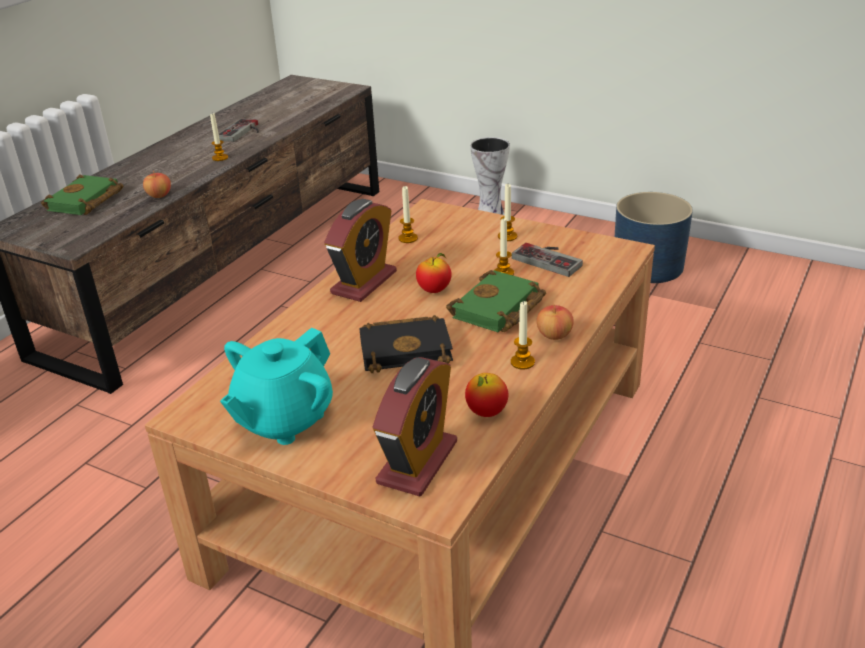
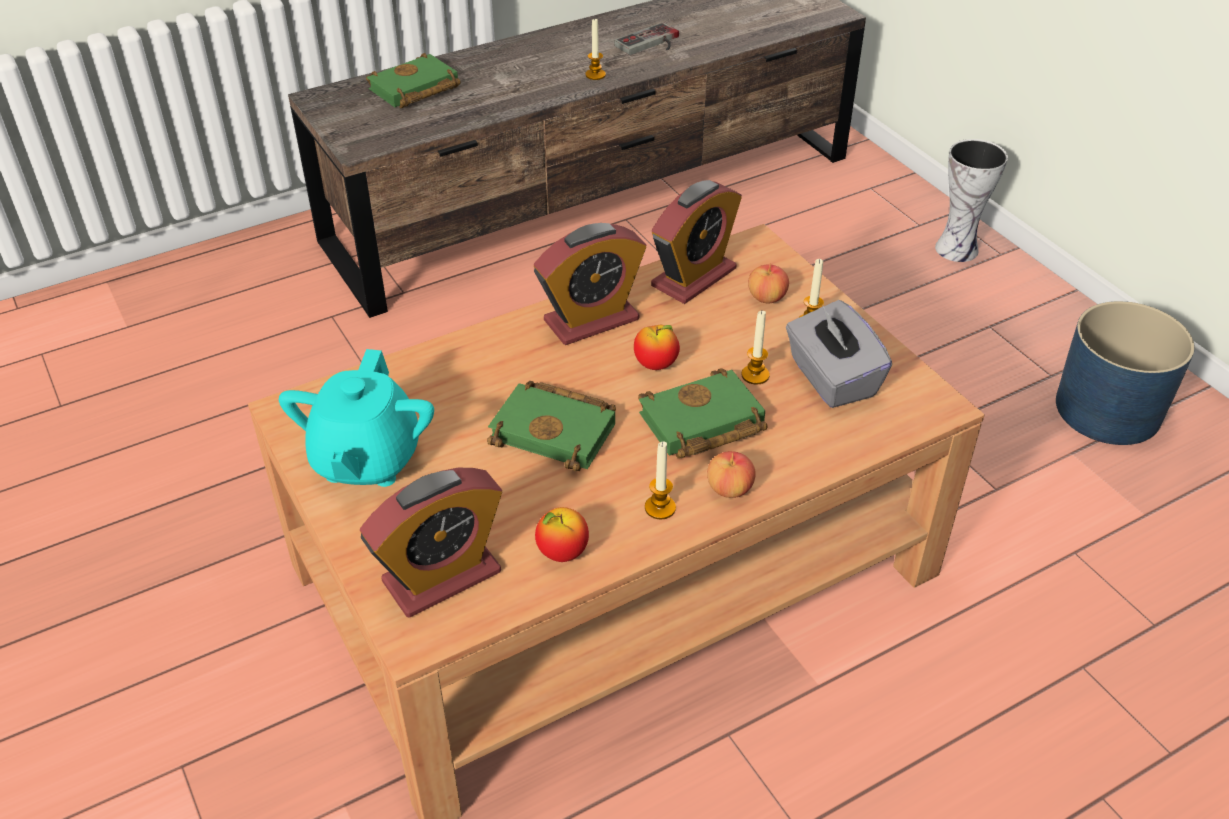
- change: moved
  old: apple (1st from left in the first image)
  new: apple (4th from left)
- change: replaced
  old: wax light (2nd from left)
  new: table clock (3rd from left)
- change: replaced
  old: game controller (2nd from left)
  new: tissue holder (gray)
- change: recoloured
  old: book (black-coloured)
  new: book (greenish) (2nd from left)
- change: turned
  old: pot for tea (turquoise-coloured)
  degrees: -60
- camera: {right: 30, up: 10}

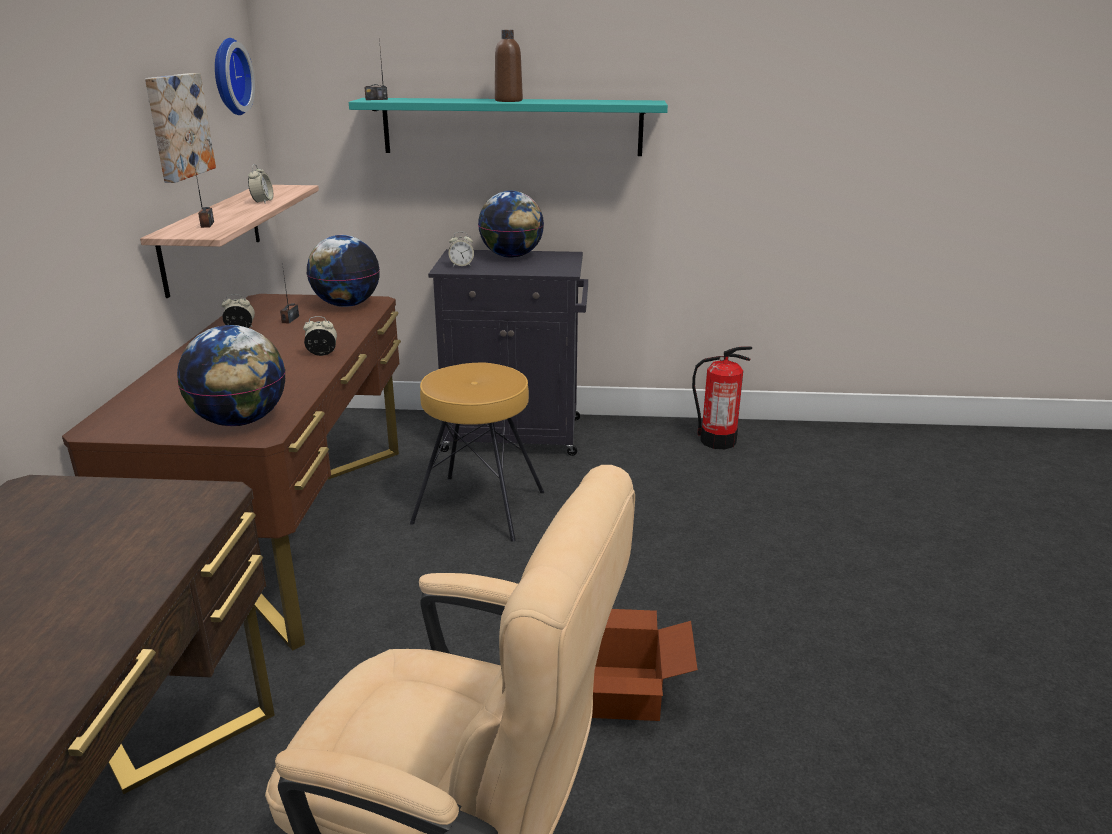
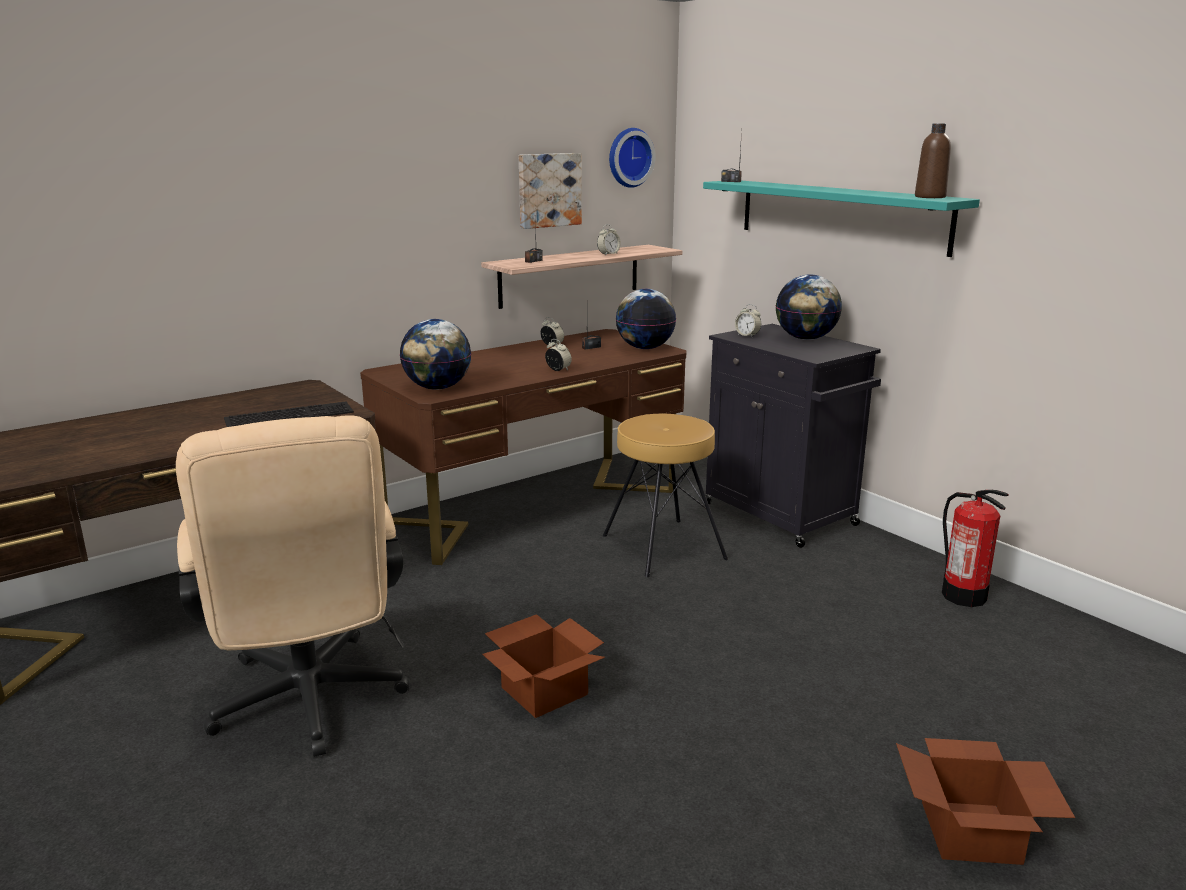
- change: moved
  old: drink bottle (brownish)
- change: added
  new: computer keyboard
- change: added
  new: packing box (2nd from left)
- camera: {right: 50, up: -5}

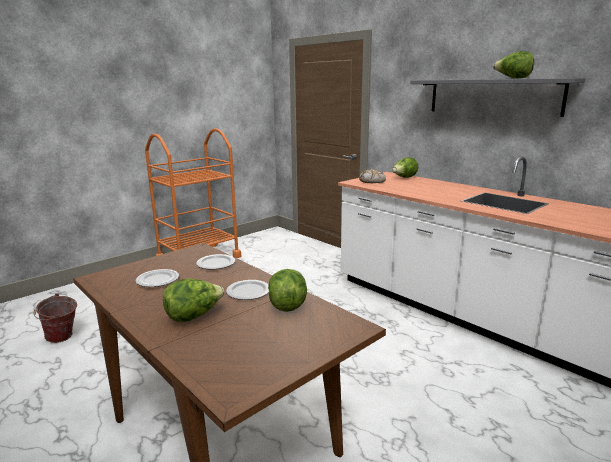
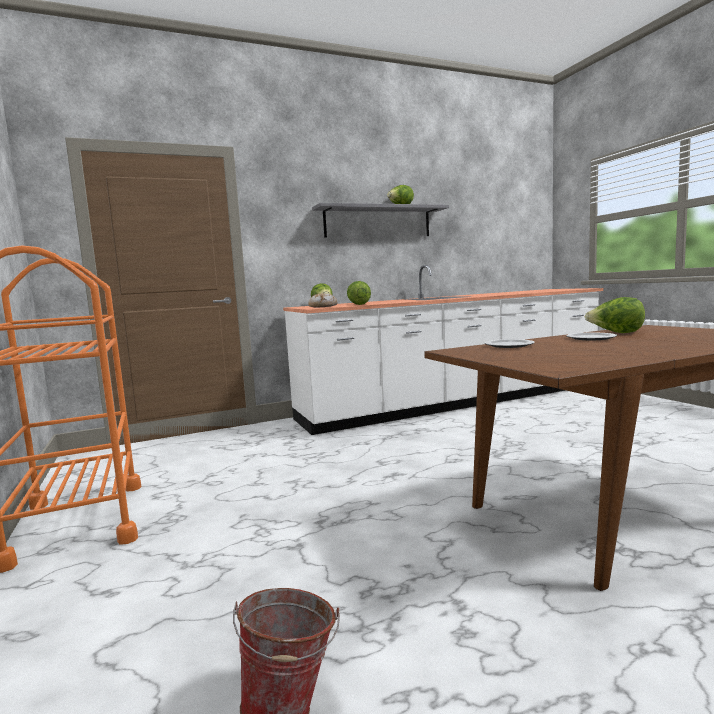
- change: removed
  old: dinner plate (1st from left)
- change: moved
  old: lettuce (1st from left in the first image)
  new: lettuce (2nd from left)
- camera: {right: -70, up: -10}

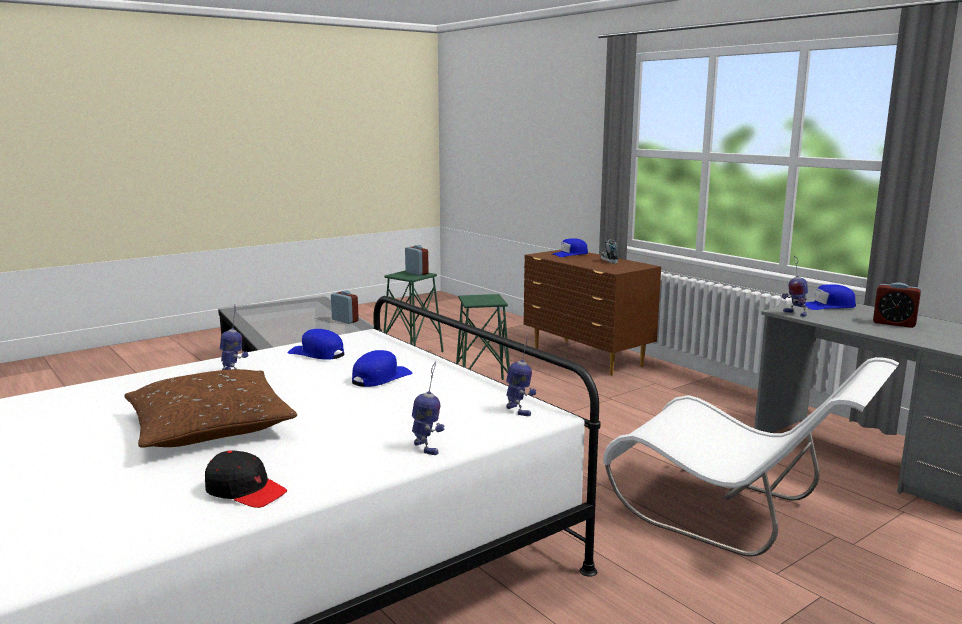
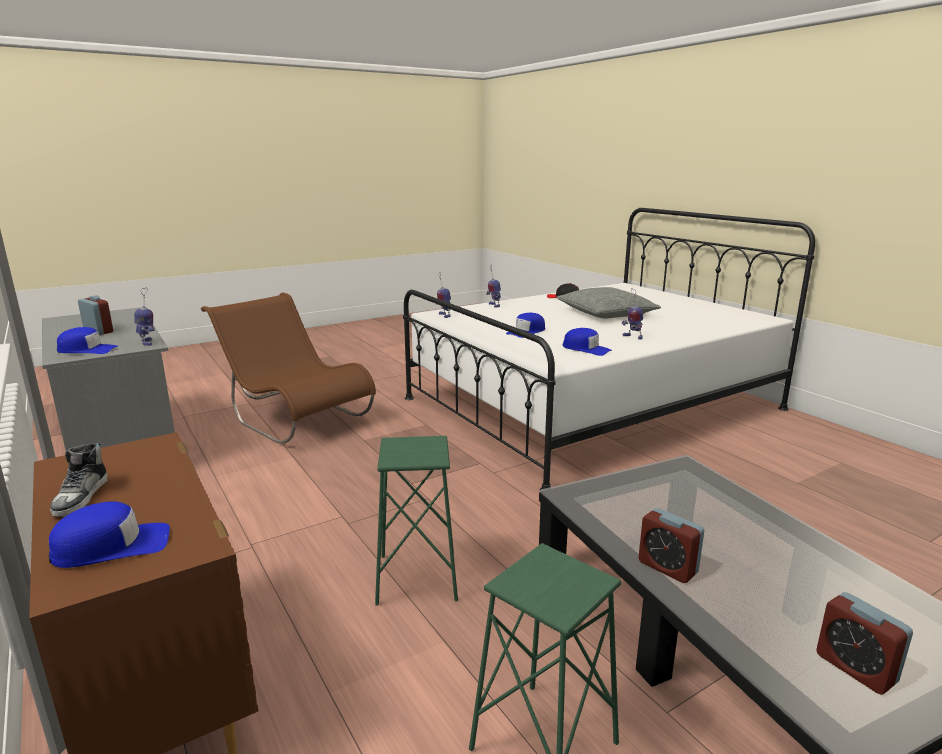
- change: moved
  old: table clock (2nd from left in the first image)
  new: table clock (3rd from left)
- change: recoloured
  old: plain chair (white-coloured)
  new: plain chair (brownish)
- change: recoloured
  old: cushion (brownish)
  new: cushion (gray)
- camera: {right: -175, up: 5}

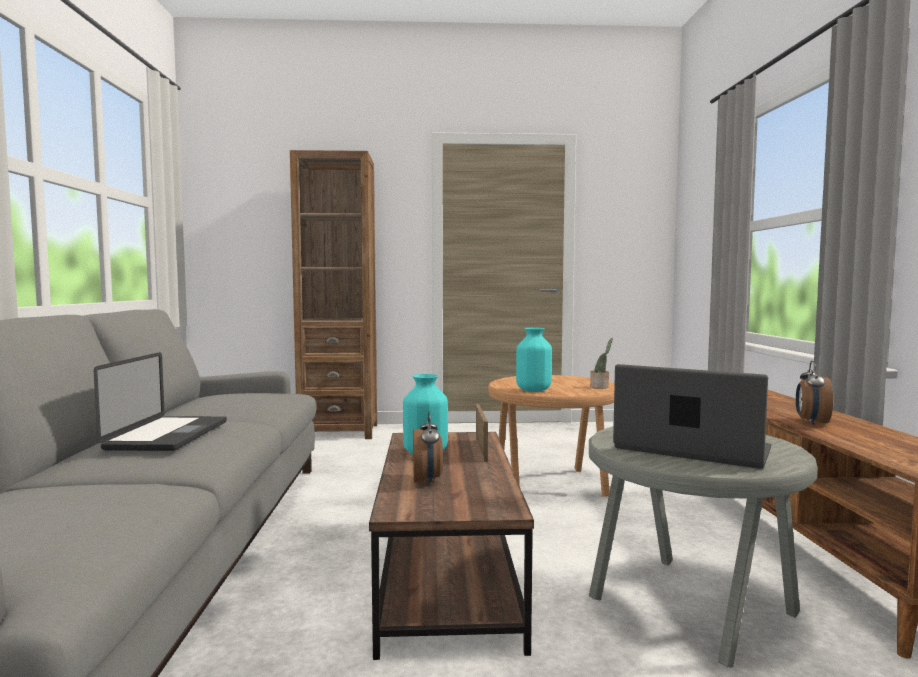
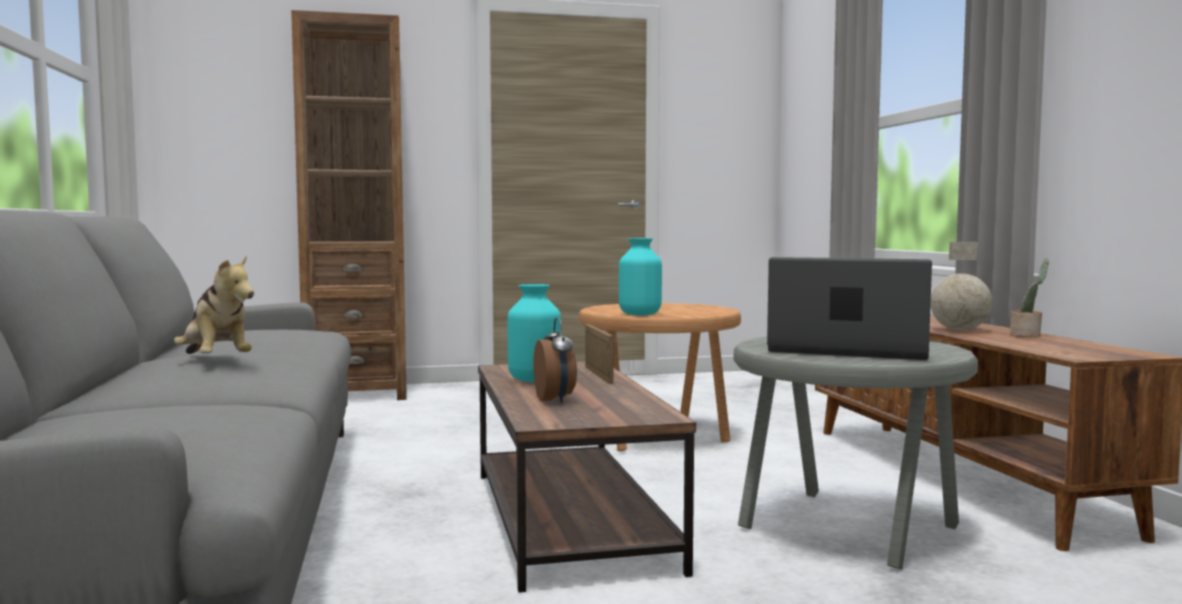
- change: moved
  old: houseplant
- change: replaced
  old: laptop (1st from left)
  new: soft toy
- change: replaced
  old: table clock (2nd from left)
  new: globe
- camera: {right: -10, up: 0}

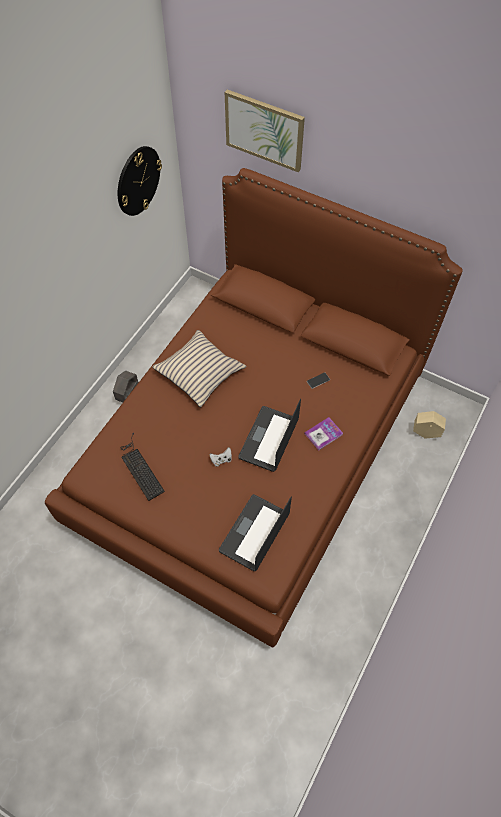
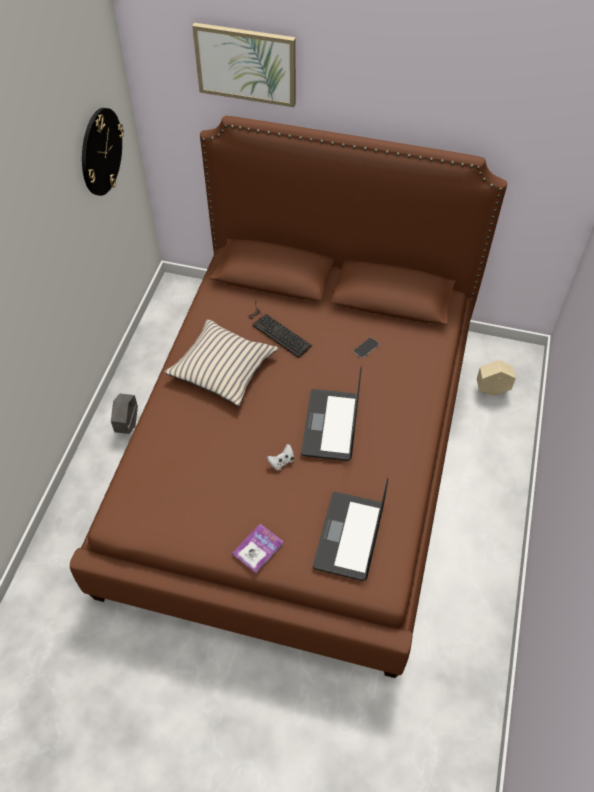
- change: moved
  old: book
- change: moved
  old: computer keyboard
- camera: {right: -15, up: -5}

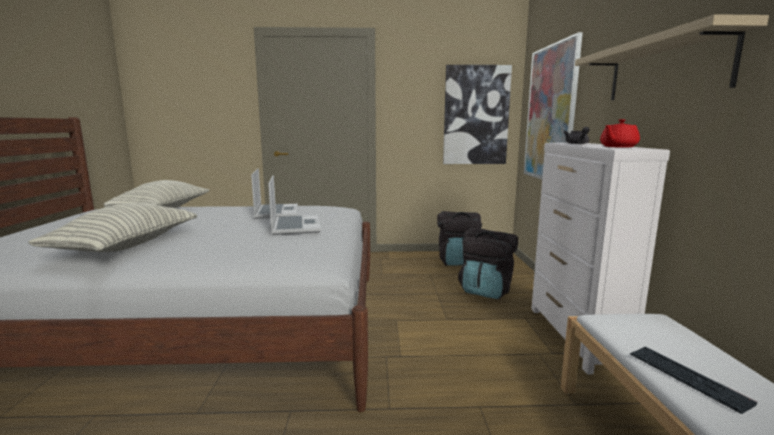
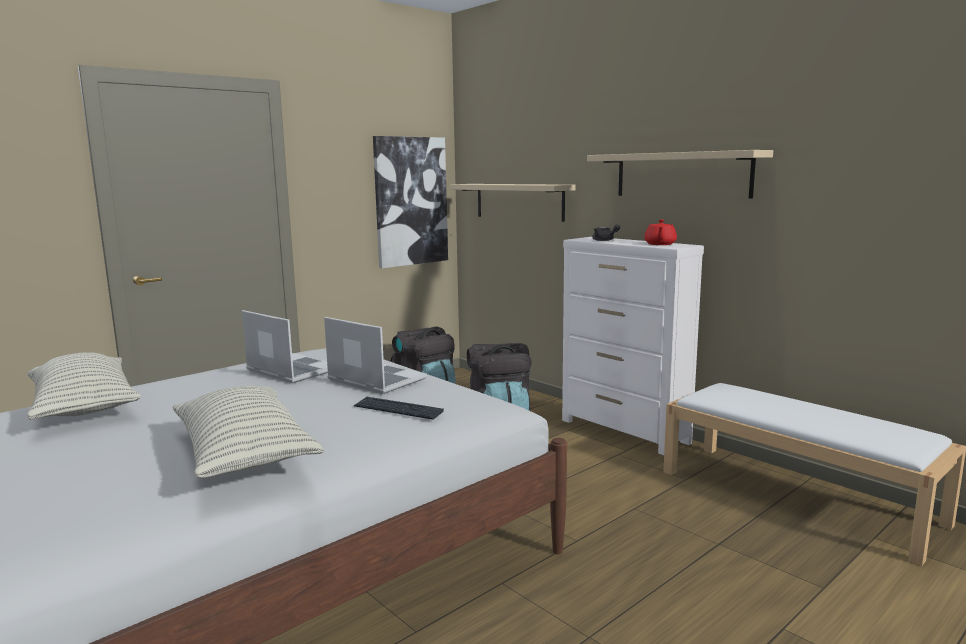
- change: replaced
  old: wall art (2nd from left)
  new: bracket shelf (sand-coloured) (1st from left)
- change: moved
  old: computer keyboard
- camera: {right: -40, up: 0}

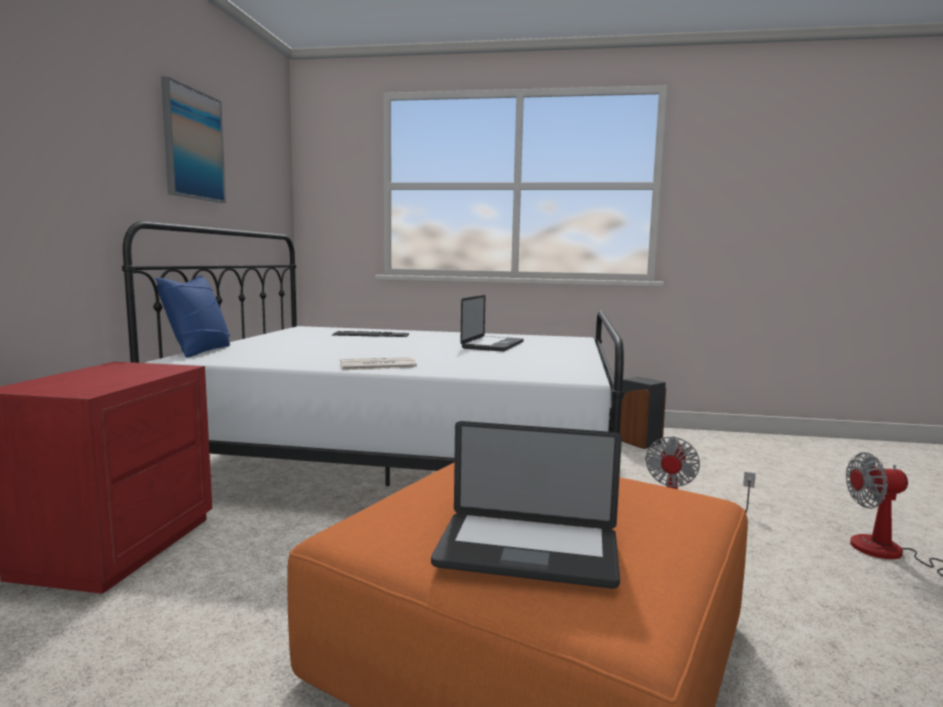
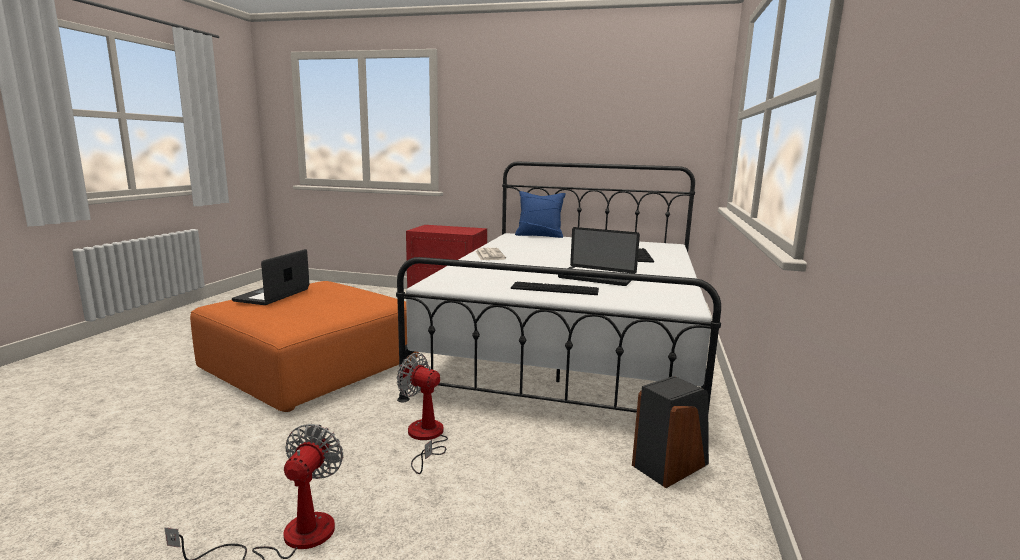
- change: removed
  old: wall art
- change: added
  new: computer keyboard (1st from left)
- camera: {right: 95, up: 5}

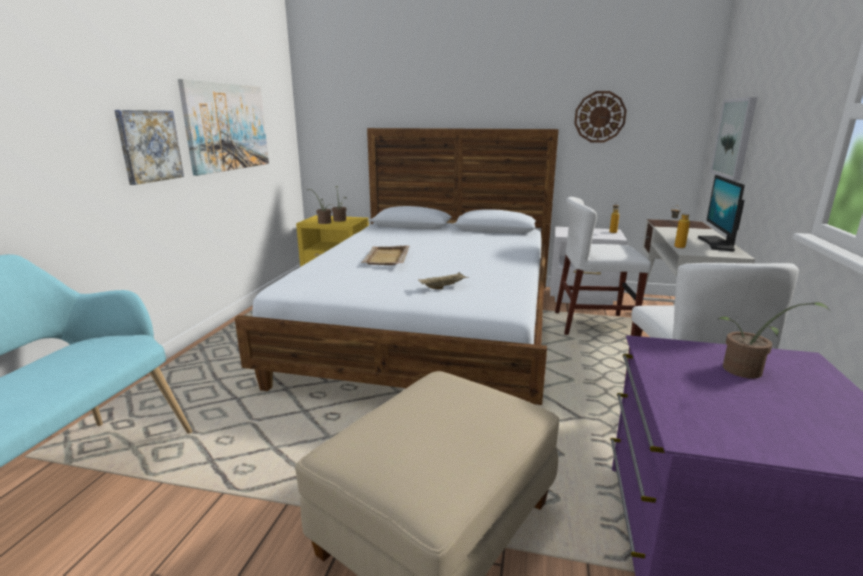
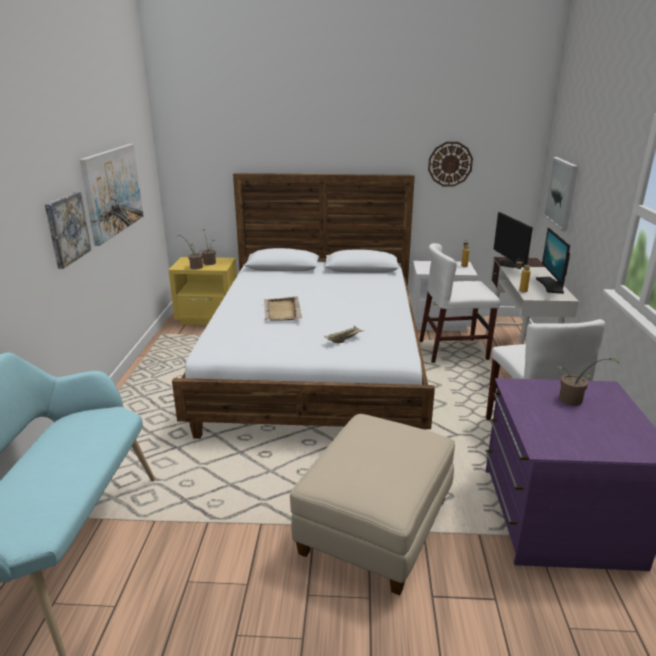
- change: added
  new: computer screen (1st from left)
- camera: {right: -10, up: 5}

